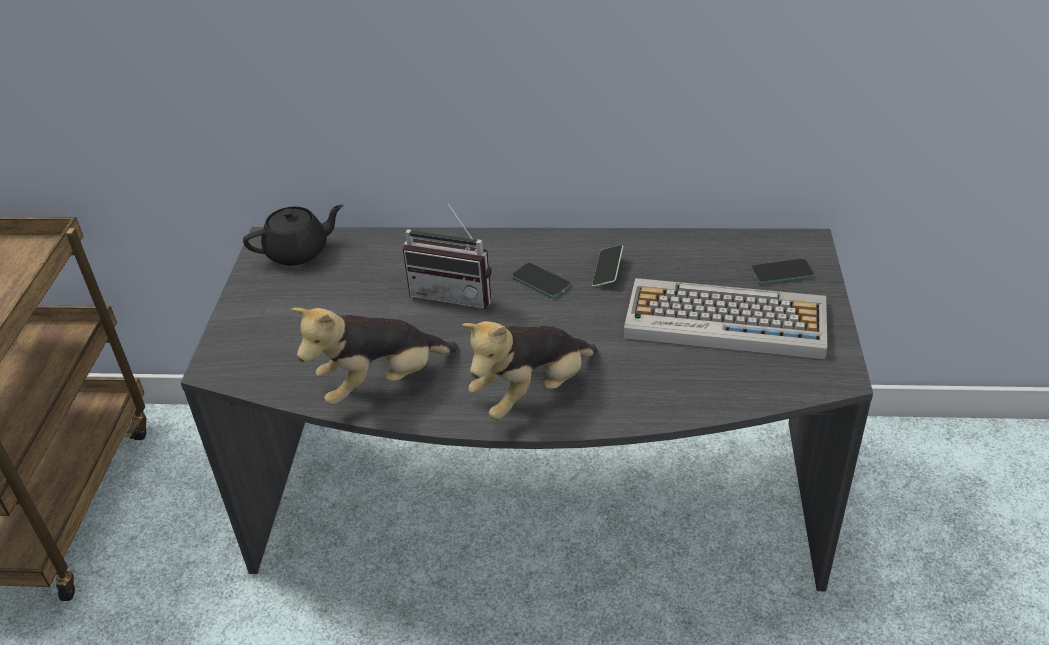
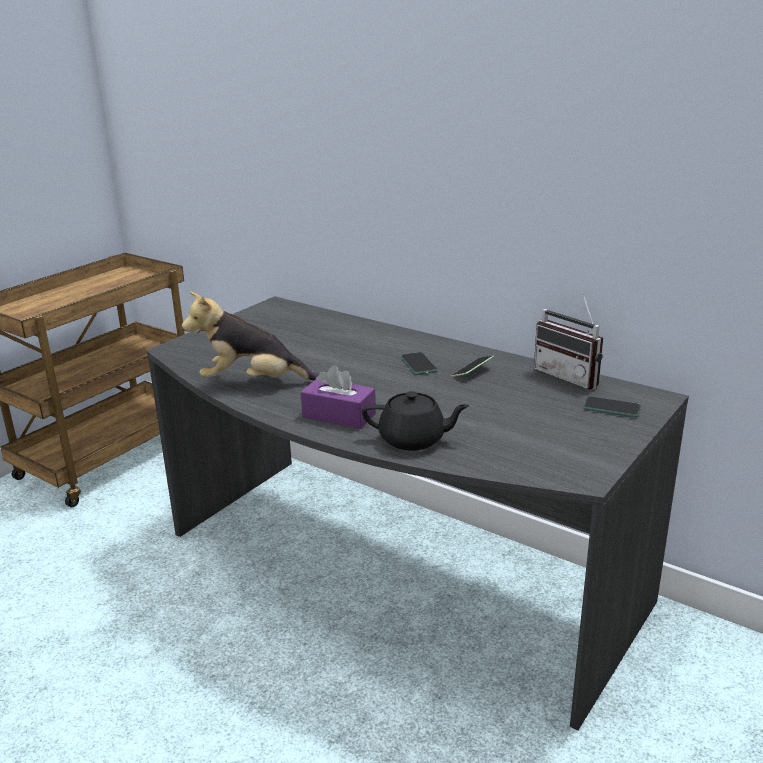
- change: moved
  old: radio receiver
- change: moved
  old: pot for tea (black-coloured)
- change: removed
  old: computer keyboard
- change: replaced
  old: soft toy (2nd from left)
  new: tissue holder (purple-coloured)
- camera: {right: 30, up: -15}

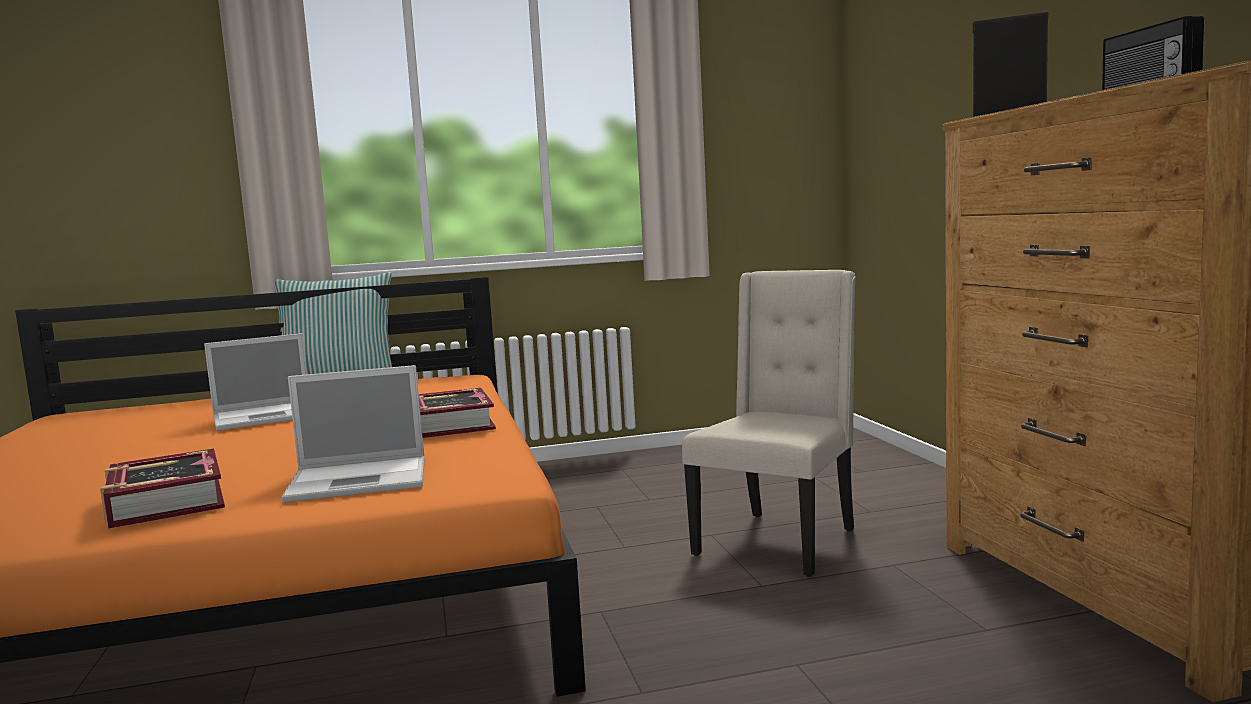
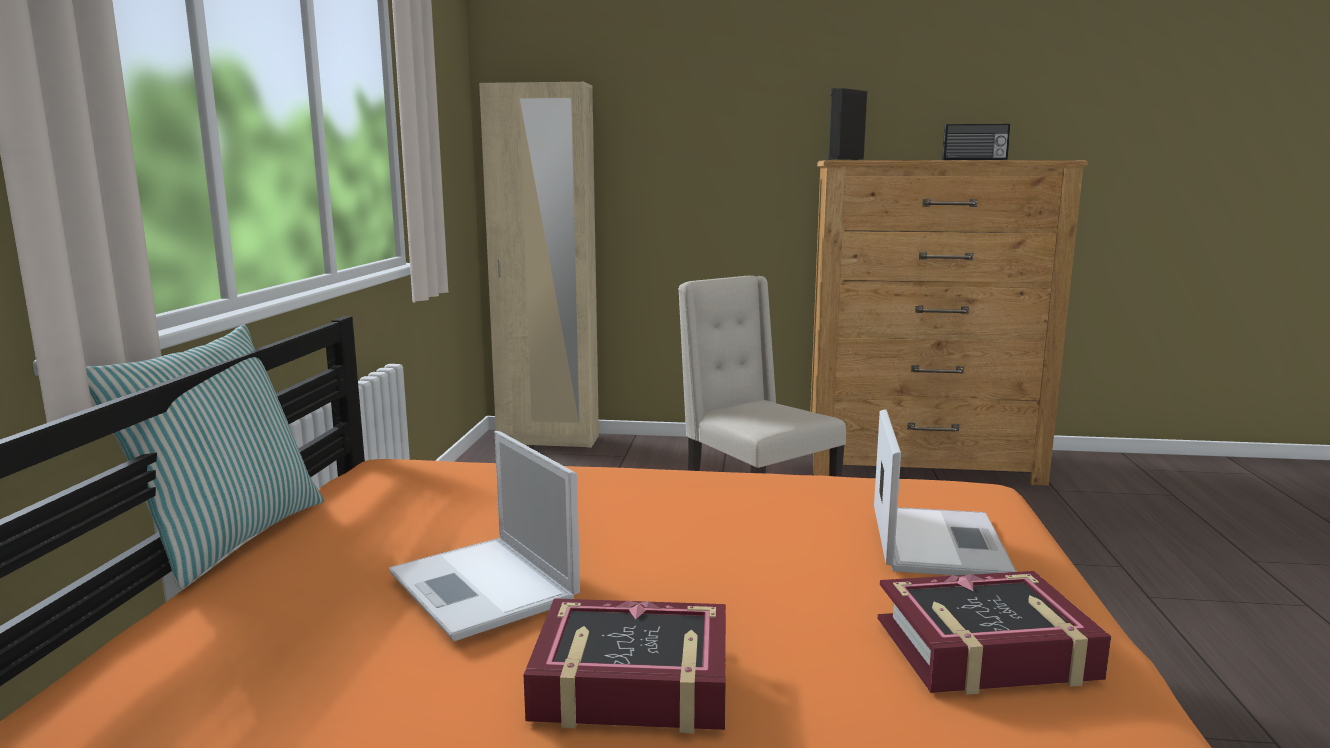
- change: turned
  old: laptop (1st from left)
  degrees: 150
- change: moved
  old: book (2nd from left in the first image)
  new: book (1st from left)
- change: added
  new: armoire (sand-coloured)
- camera: {right: -70, up: 5}

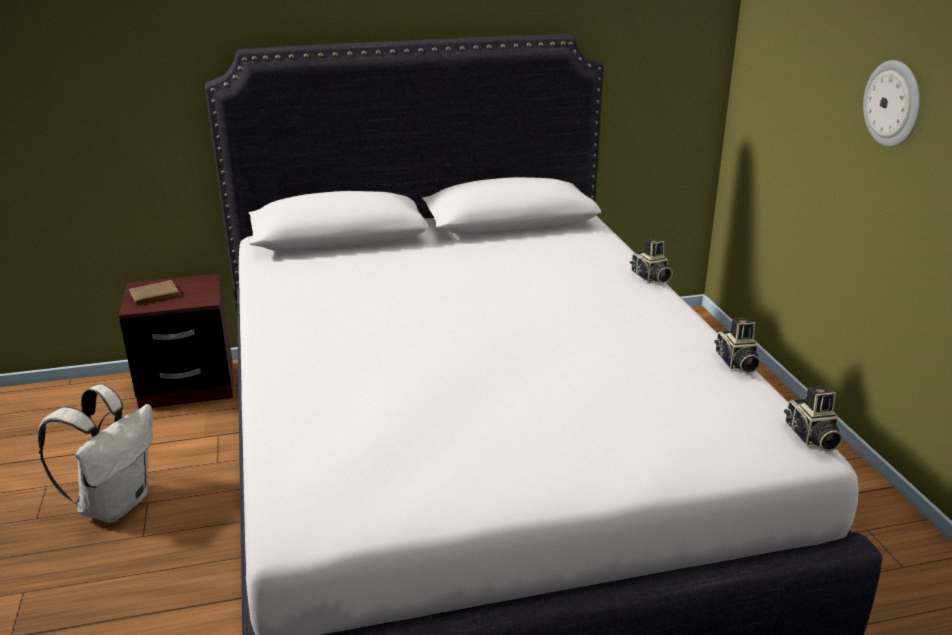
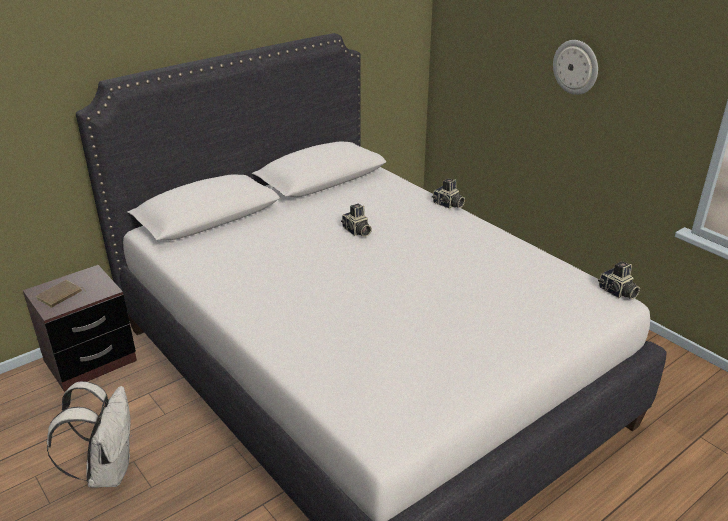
- change: moved
  old: still camera (2nd from left in the first image)
  new: still camera (1st from left)
- camera: {right: -25, up: 5}

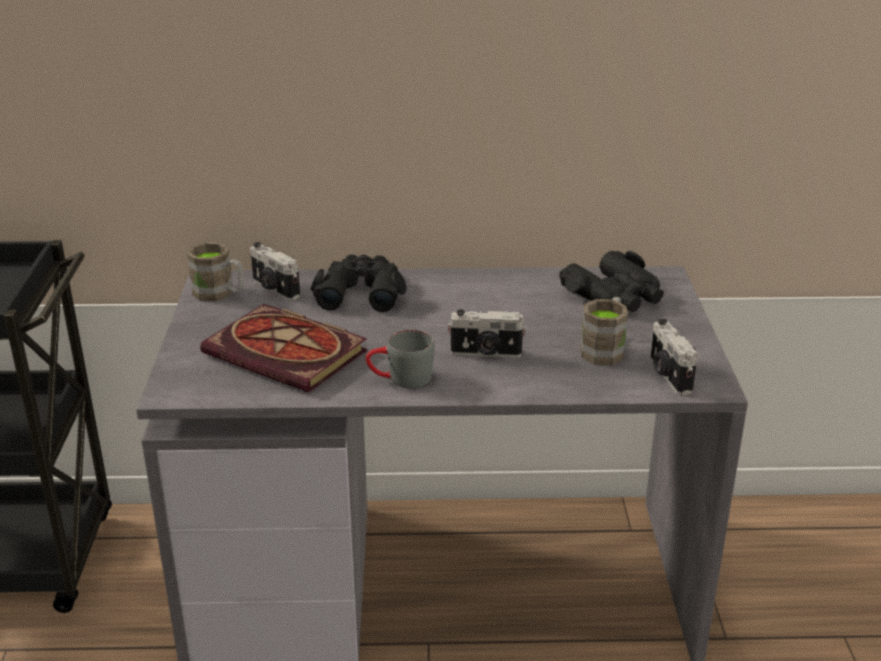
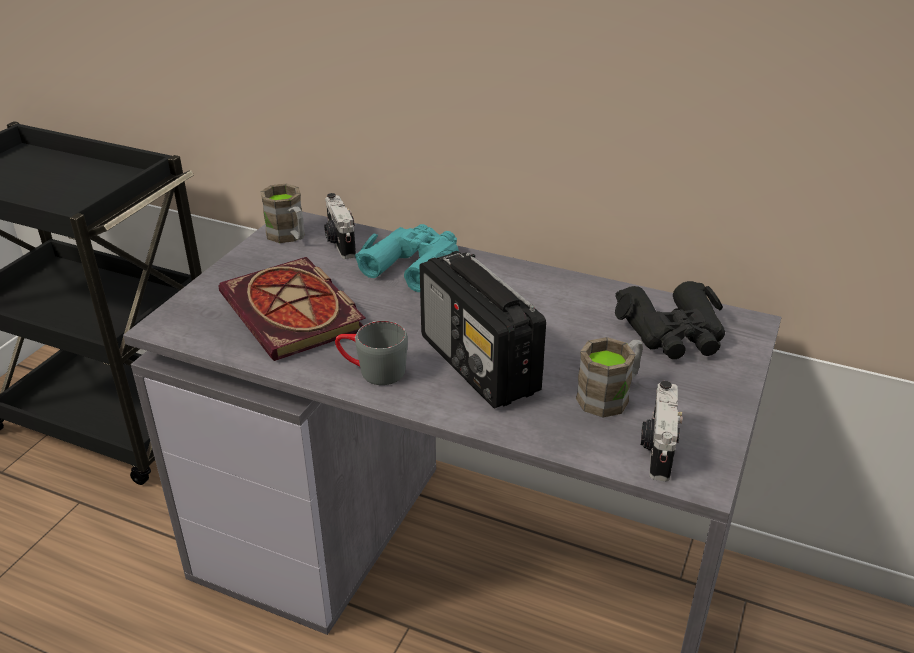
- change: recoloured
  old: field glasses (black-coloured) (1st from left)
  new: field glasses (turquoise-coloured)
- change: replaced
  old: still camera (2nd from left)
  new: radio receiver
- camera: {right: 25, up: 5}

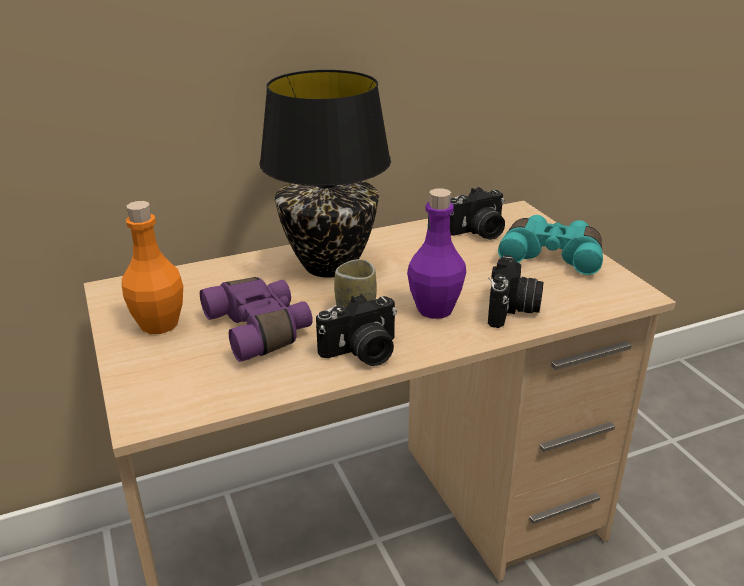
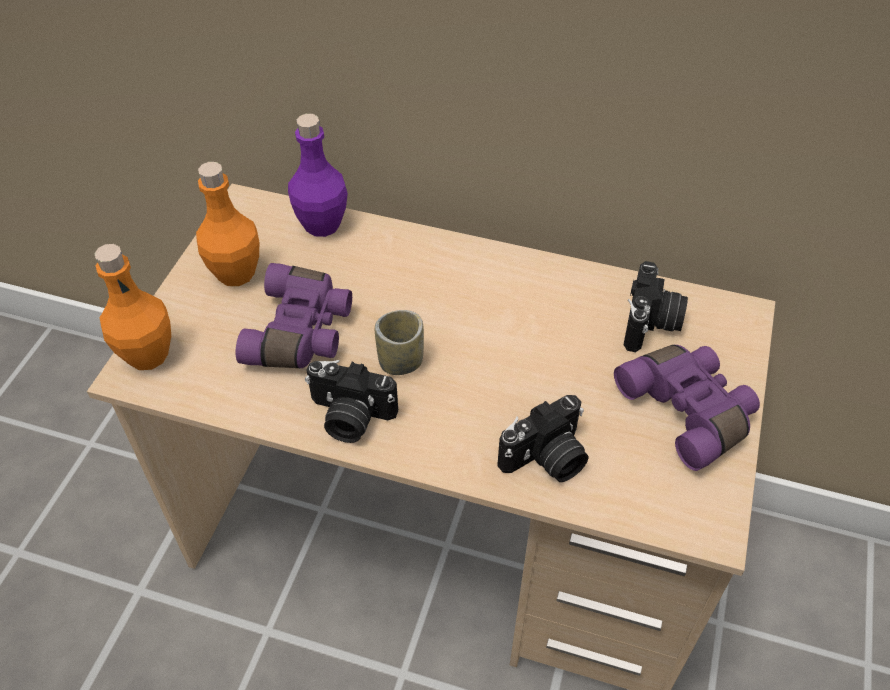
- change: removed
  old: tabletop lamp (black-coloured)
- change: turned
  old: still camera (2nd from left in the first image)
  degrees: -90
- change: moved
  old: drink bottle (purple-coloured)
- change: recoloured
  old: field glasses (turquoise-coloured)
  new: field glasses (purple-coloured) (2nd from left)
- change: added
  new: drink bottle (orangey) (1st from left)
- camera: {right: 40, up: 20}

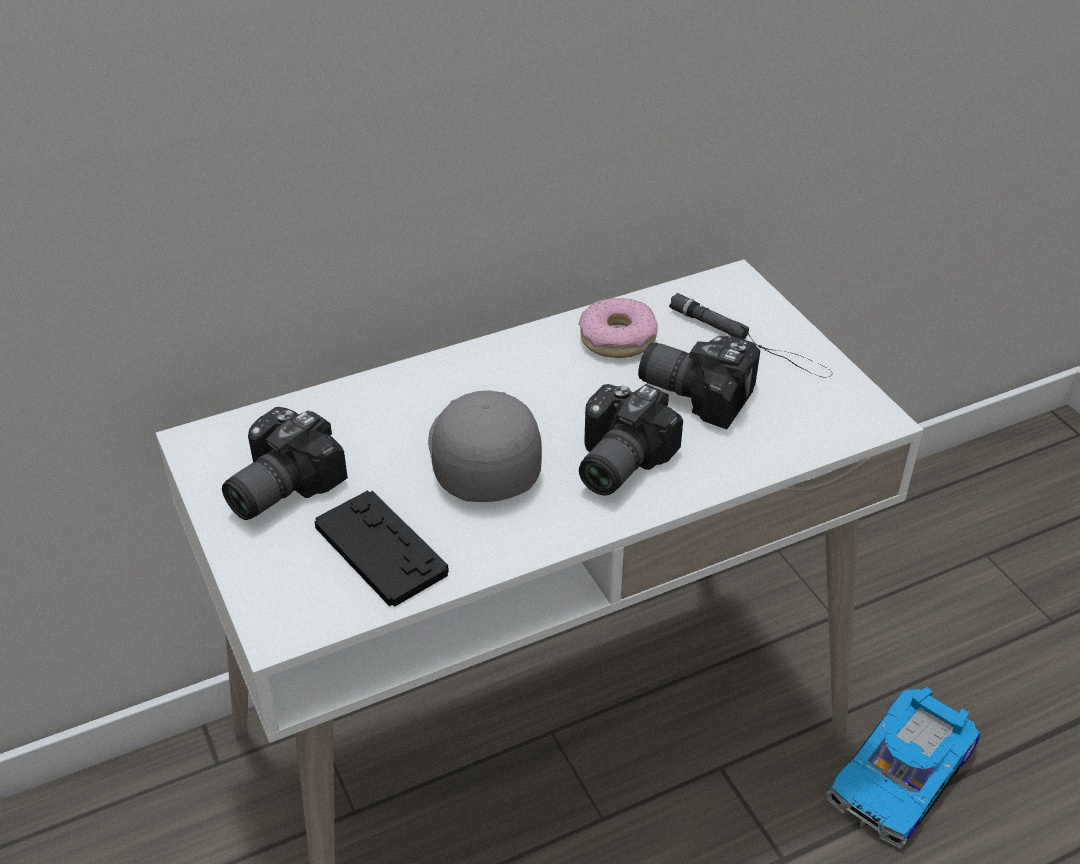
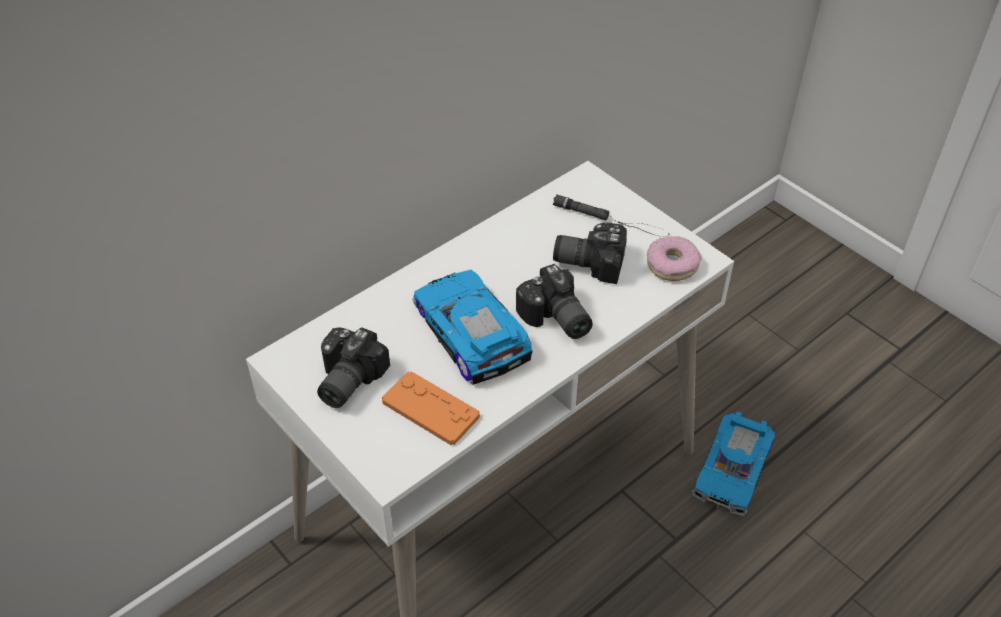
- change: moved
  old: donut
- change: turned
  old: still camera (2nd from left)
  degrees: -45
- change: replaced
  old: baseball cap (gray)
  new: toy car (1st from left)
- change: recoloured
  old: game controller (black-coloured)
  new: game controller (orangey)
- camera: {right: -15, up: 5}

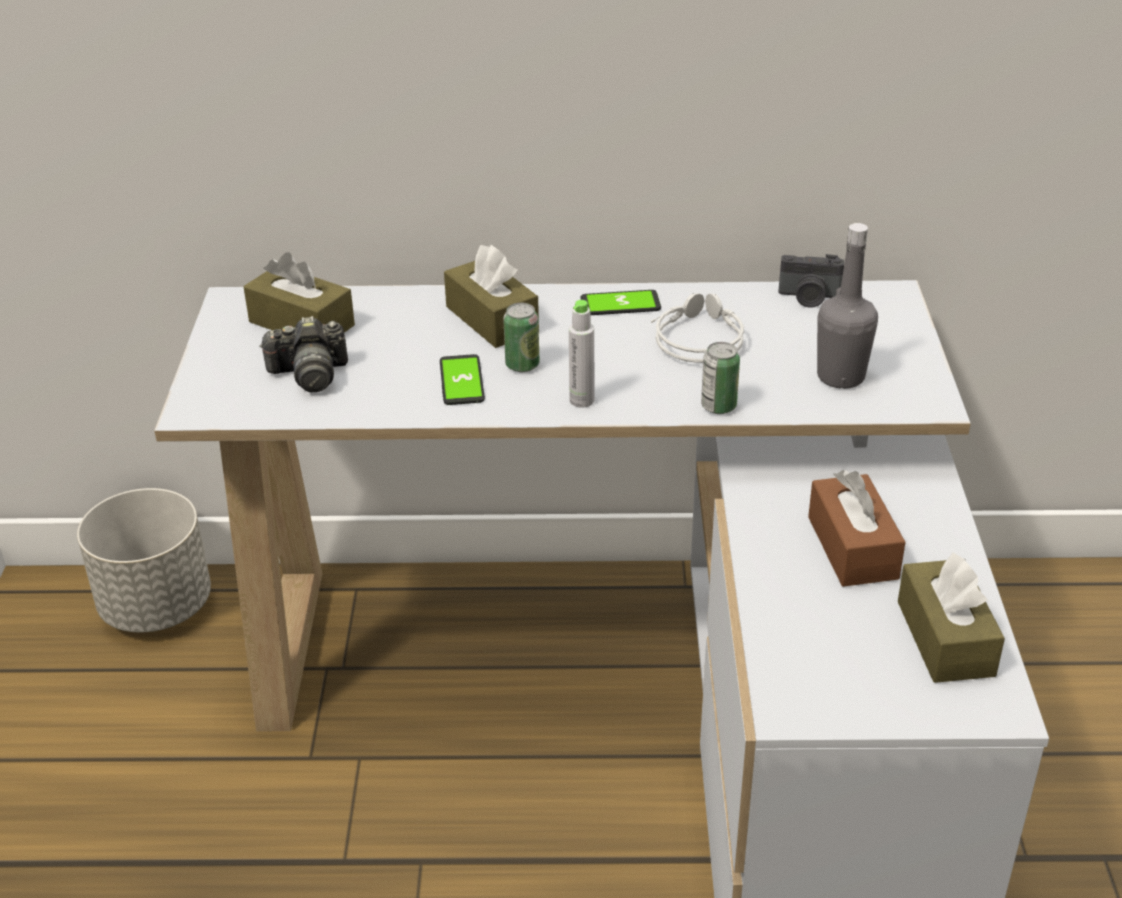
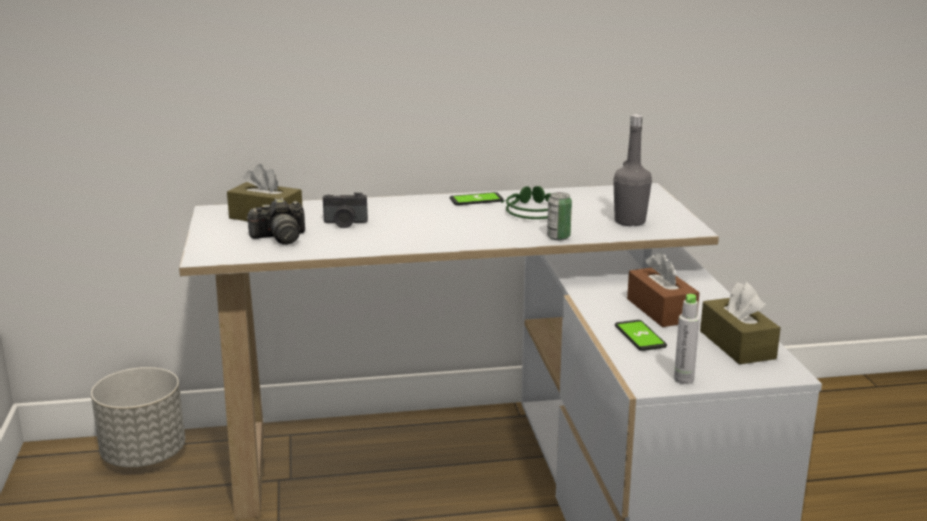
- change: removed
  old: tissue holder (brownish) (2nd from left)
- change: moved
  old: still camera (2nd from left)
- change: recoloured
  old: headphones (gray)
  new: headphones (greenish)
- change: moved
  old: drink bottle (gray) (1st from left in the first image)
  new: drink bottle (gray) (2nd from left)
- change: removed
  old: can (1st from left)
- change: moved
  old: handset (1st from left in the first image)
  new: handset (2nd from left)
- camera: {right: -10, up: -15}

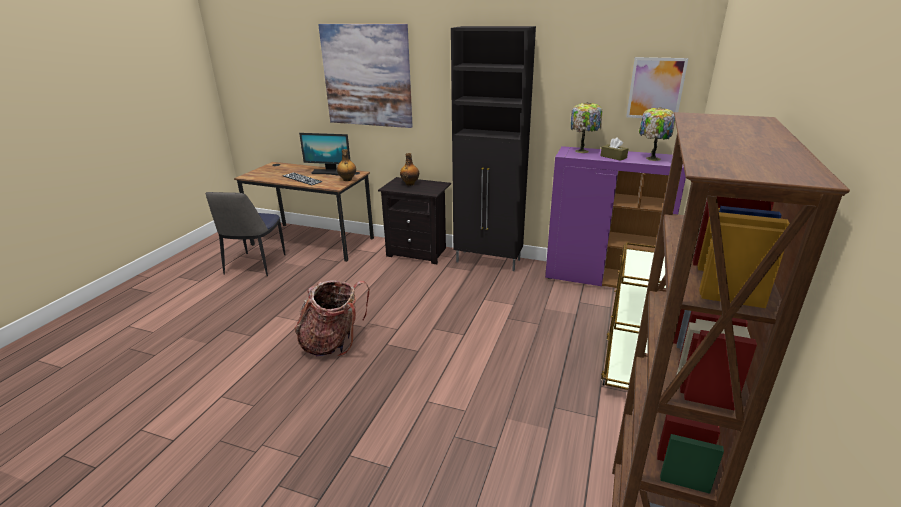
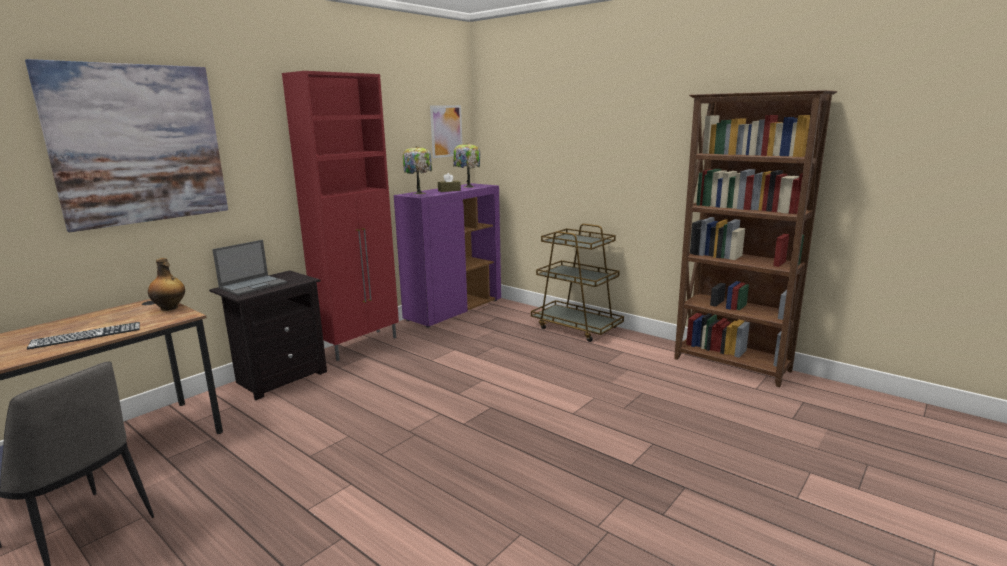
- change: recoloured
  old: cabinet (black-coloured)
  new: cabinet (red-coloured)
- change: removed
  old: computer screen
- change: replaced
  old: drink bottle (2nd from left)
  new: laptop
- change: removed
  old: rucksack
- camera: {right: -70, up: -10}

